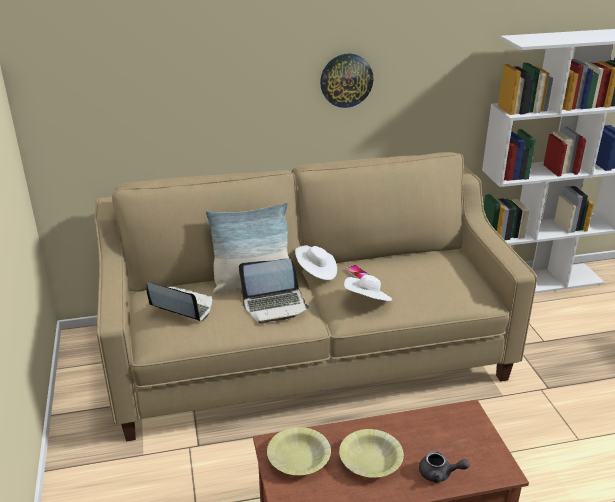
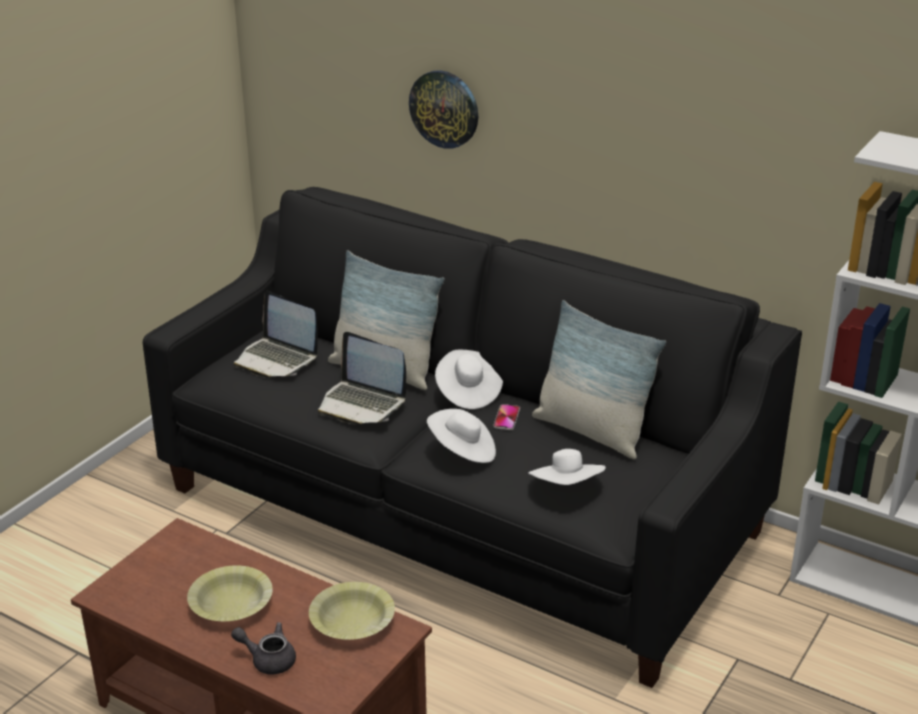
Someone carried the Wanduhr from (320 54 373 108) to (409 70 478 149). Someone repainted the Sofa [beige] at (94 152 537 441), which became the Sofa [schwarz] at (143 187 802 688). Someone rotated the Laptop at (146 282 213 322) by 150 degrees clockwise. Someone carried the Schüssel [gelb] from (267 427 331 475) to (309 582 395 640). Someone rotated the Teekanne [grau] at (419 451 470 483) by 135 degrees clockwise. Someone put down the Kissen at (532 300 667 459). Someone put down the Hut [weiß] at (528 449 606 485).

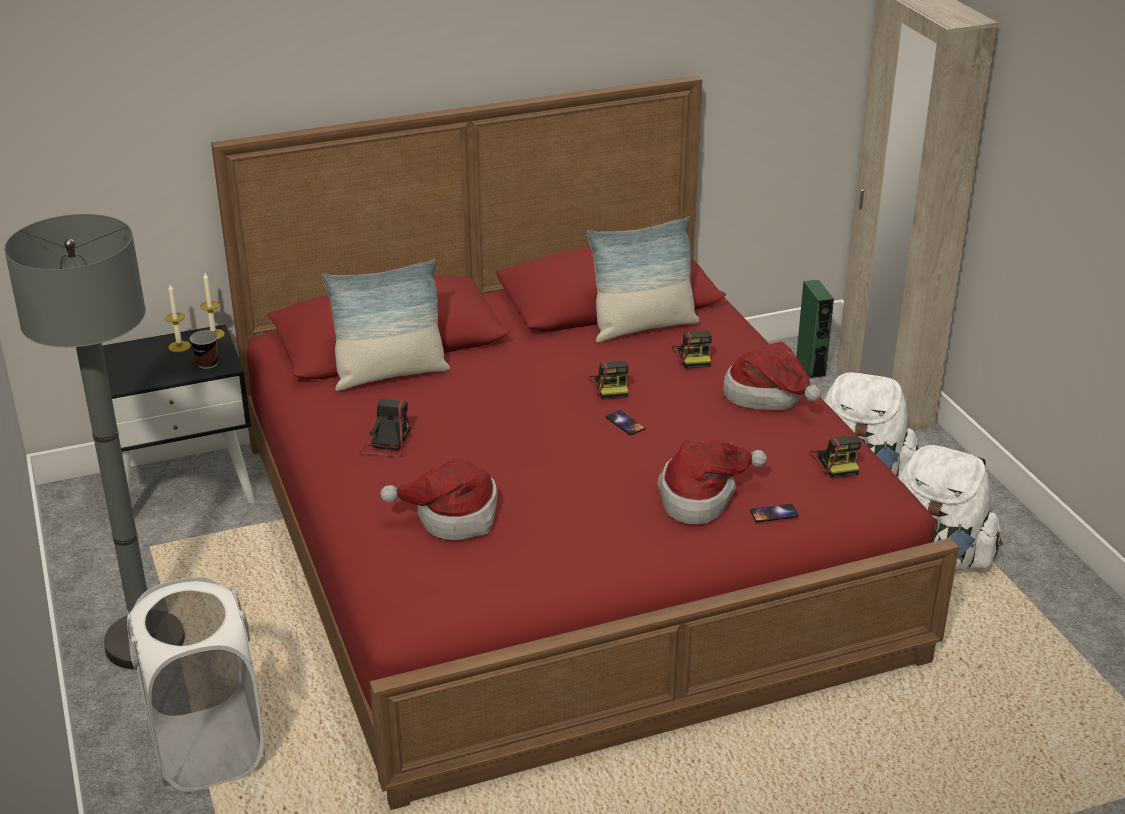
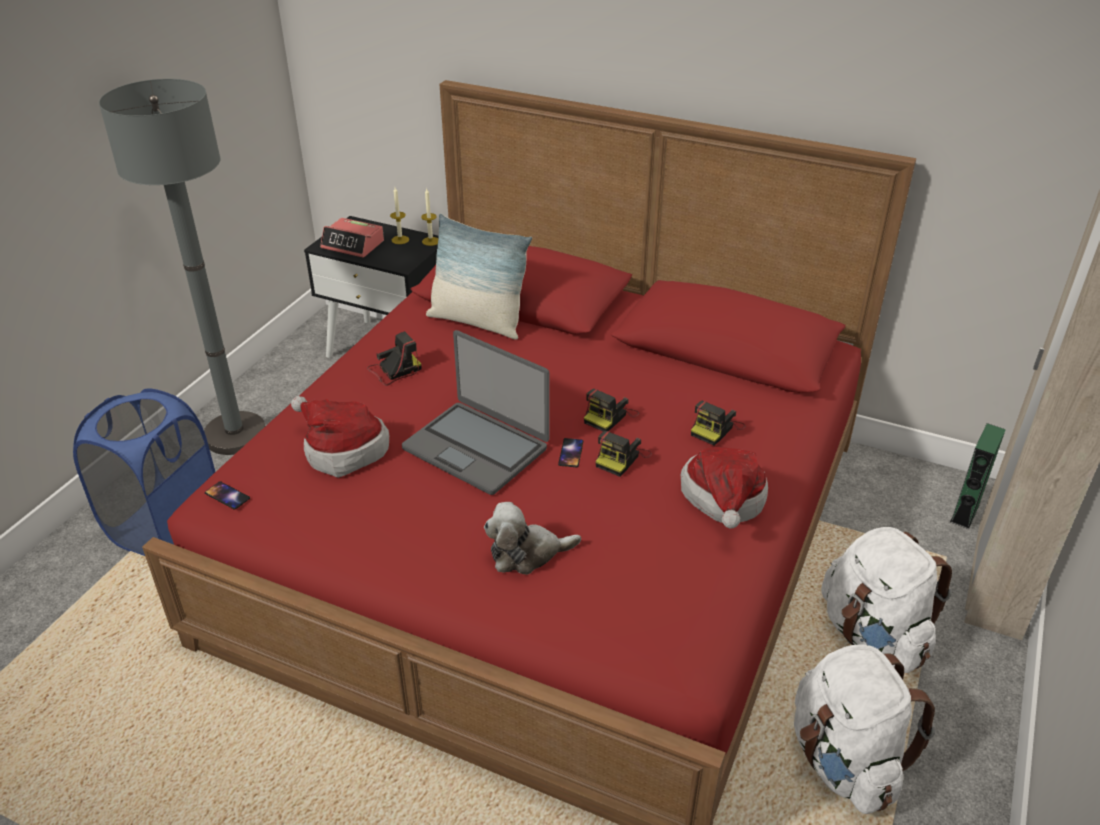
Someone took away the Kissen at (587 216 700 343). Someone took away the Tasse at (190 330 218 369). Someone carried the Kamera from (809 435 861 478) to (595 431 652 477). Someone swapped the Hut at (657 440 767 525) for the Plüschtier at (484 502 581 575). Someone carried the Handy from (750 504 799 522) to (205 481 250 510). Someone repainted the Wäschekorb [weiß] at (127 577 265 792), which became the Wäschekorb [blau] at (73 388 215 556). Someone put down the Wecker at (320 218 384 258). Someone put down the Laptop at (402 330 549 495).

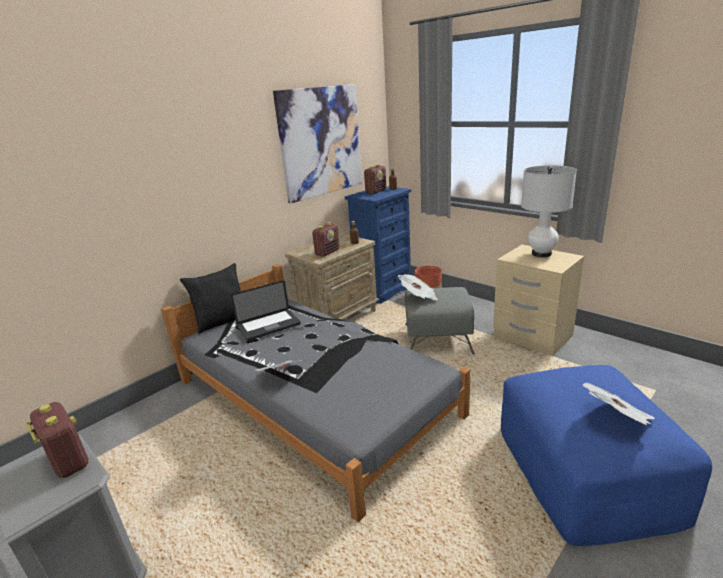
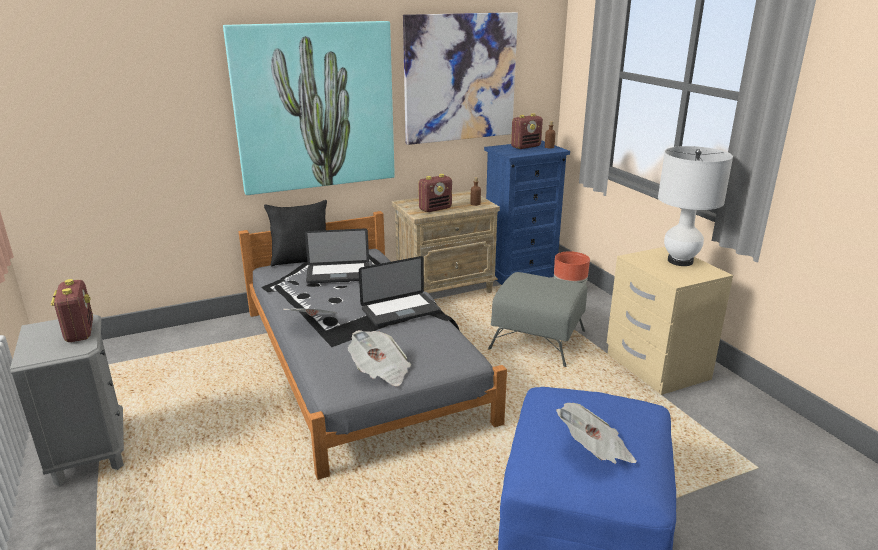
Someone carried the Zeitung from (398 274 438 301) to (348 330 411 386). Someone put up the Bild at (223 21 395 195). Someone put down the Laptop at (359 256 441 327).

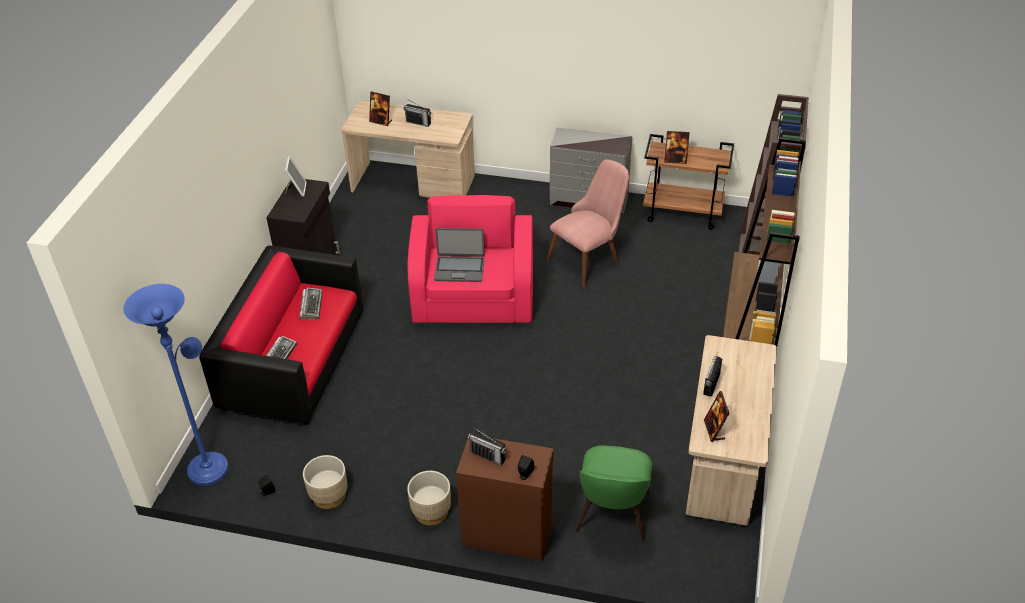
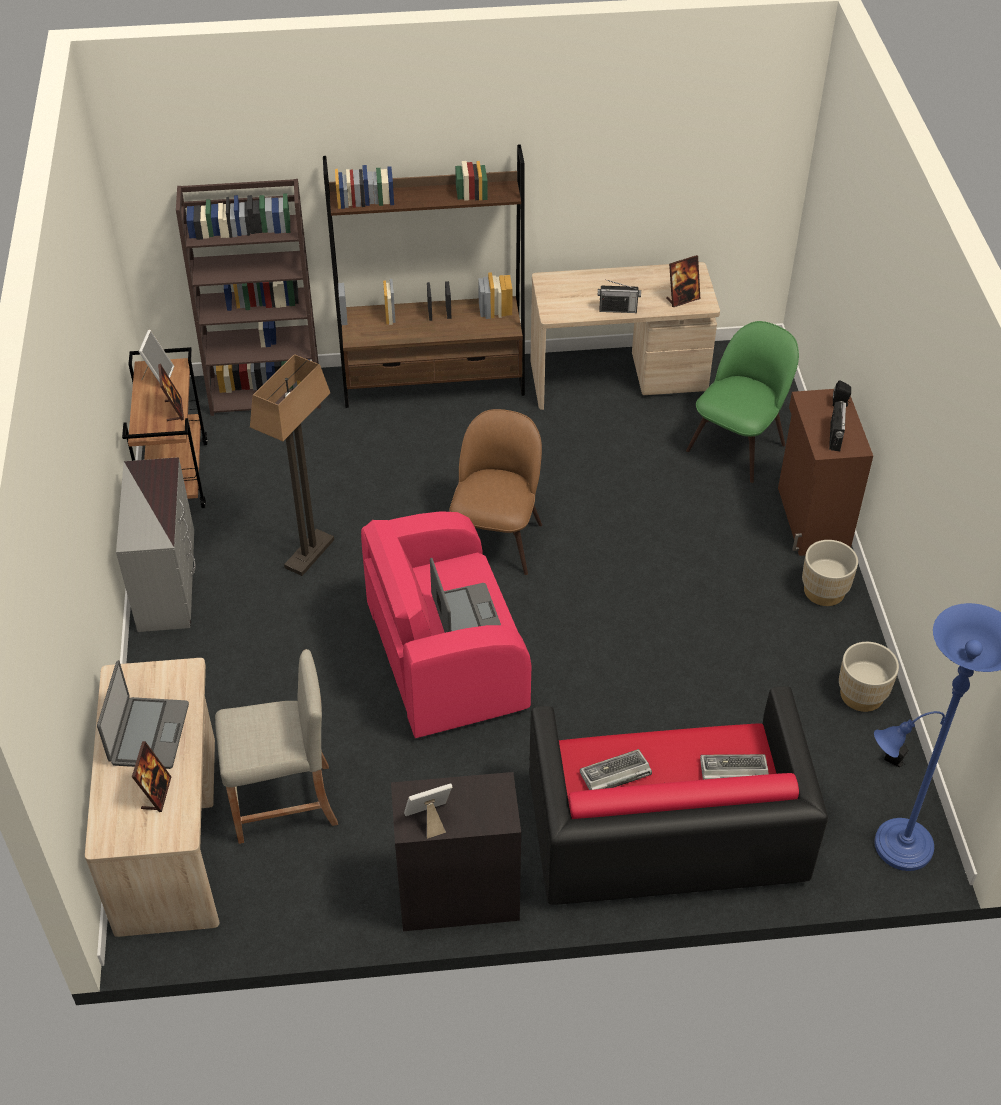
Someone swapped the Radio at (403 99 431 127) for the Laptop at (97 660 189 769). Someone swapped the Stuhl [rosa] at (546 159 630 287) for the Stehlampe at (250 354 334 576). Someone rotated the Stuhl [grün] at (575 445 652 541) by 45 degrees counterclockwise. Someone put down the Bilderrahmen at (139 330 174 383). Someone put down the Stuhl [braun] at (449 409 542 575). Someone put down the Hocker [beige] at (215 649 338 844).

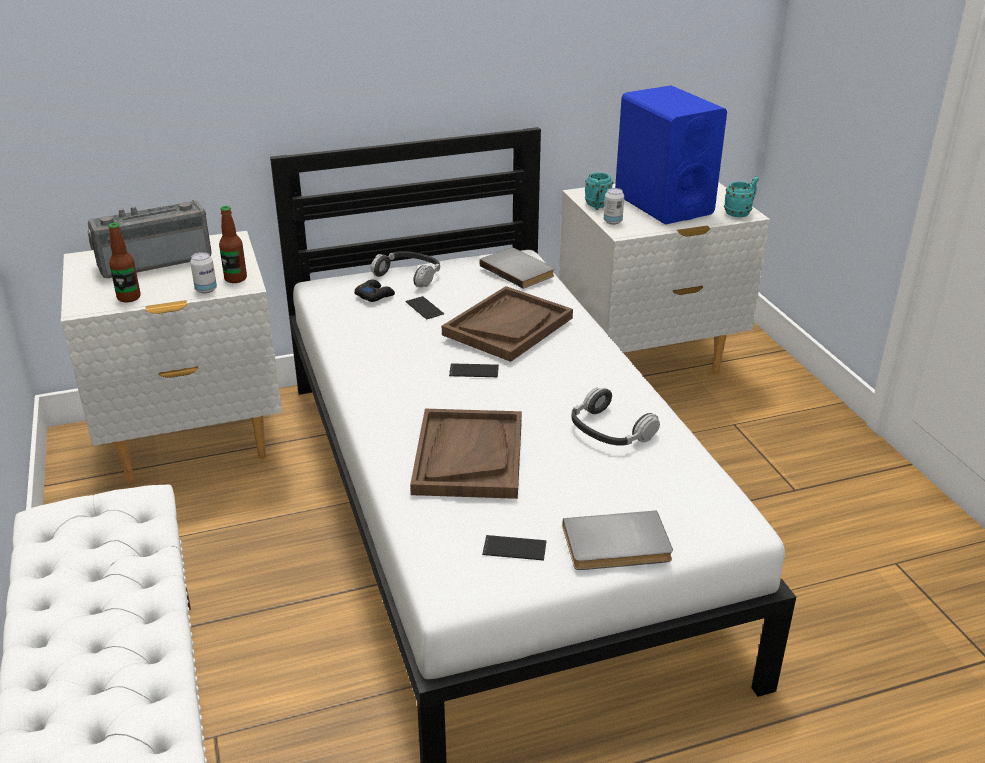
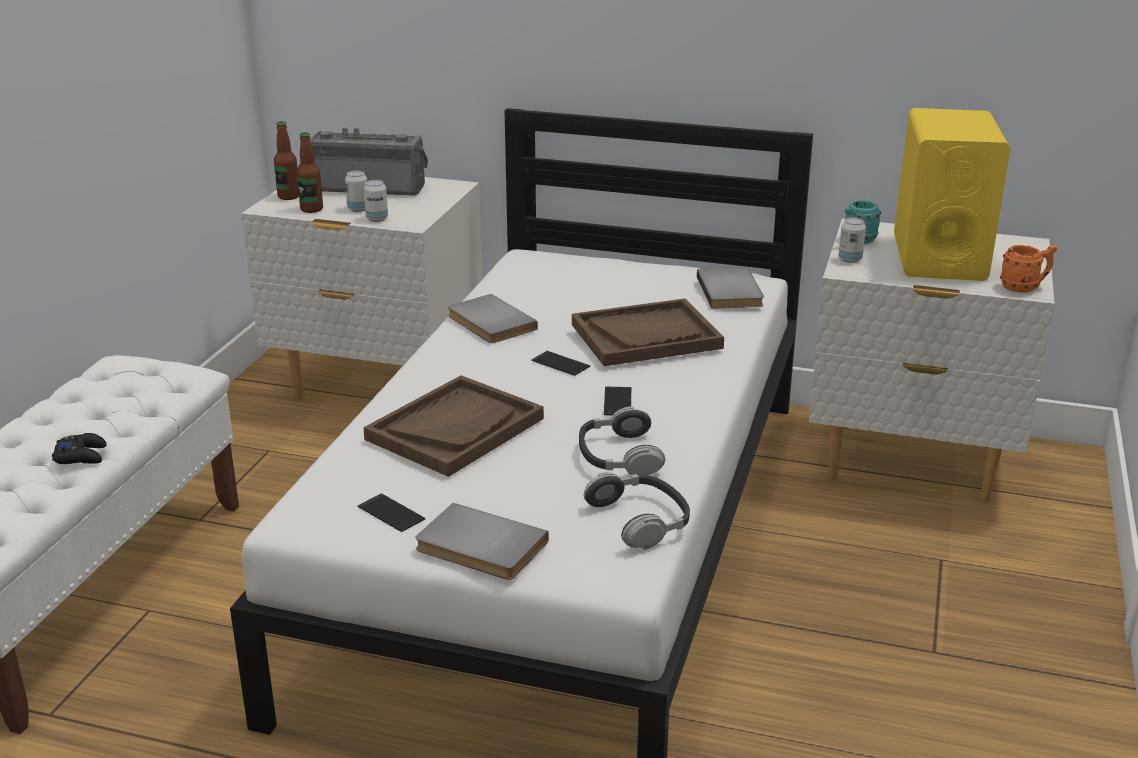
Someone repainted the Lautsprecher [blau] at (615 85 727 224), which became the Lautsprecher [gelb] at (894 108 1010 281). Someone repainted the Henkelbecher [türkis] at (724 177 759 217), which became the Henkelbecher [orange] at (1000 245 1057 293). Someone carried the Flasche from (219 206 247 283) to (274 121 299 200). Someone carried the Kopfhörer from (371 251 440 287) to (583 472 690 550). Someone carried the Gamepad [schwarz] from (354 280 395 302) to (52 433 107 464). Someone carried the Handy from (405 296 444 320) to (604 387 631 416). Someone put down the Dose at (345 171 367 212). Someone put down the Buch [grau] at (448 294 538 343).

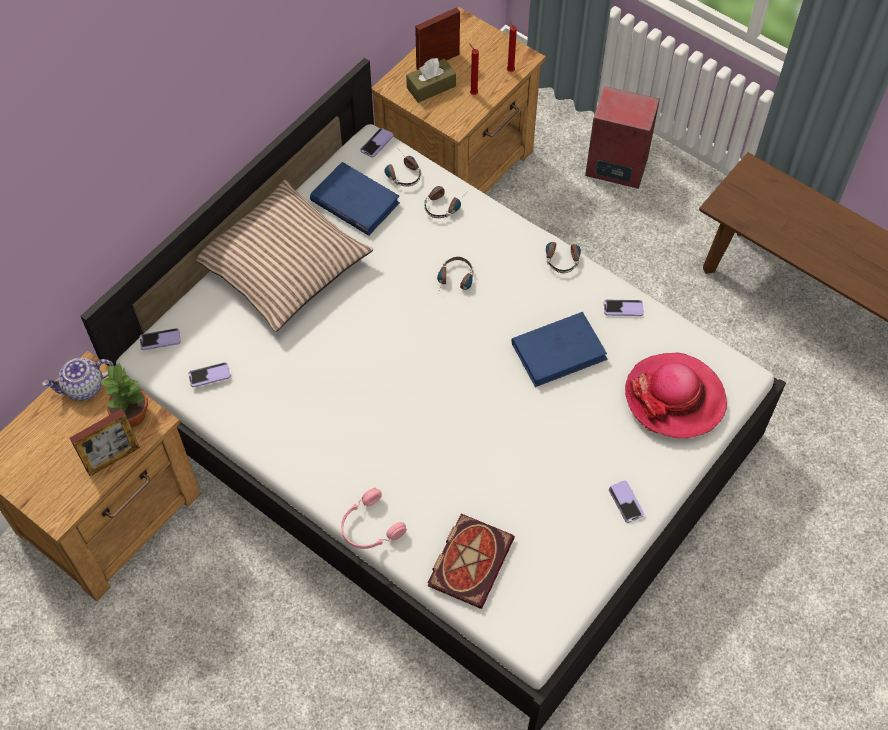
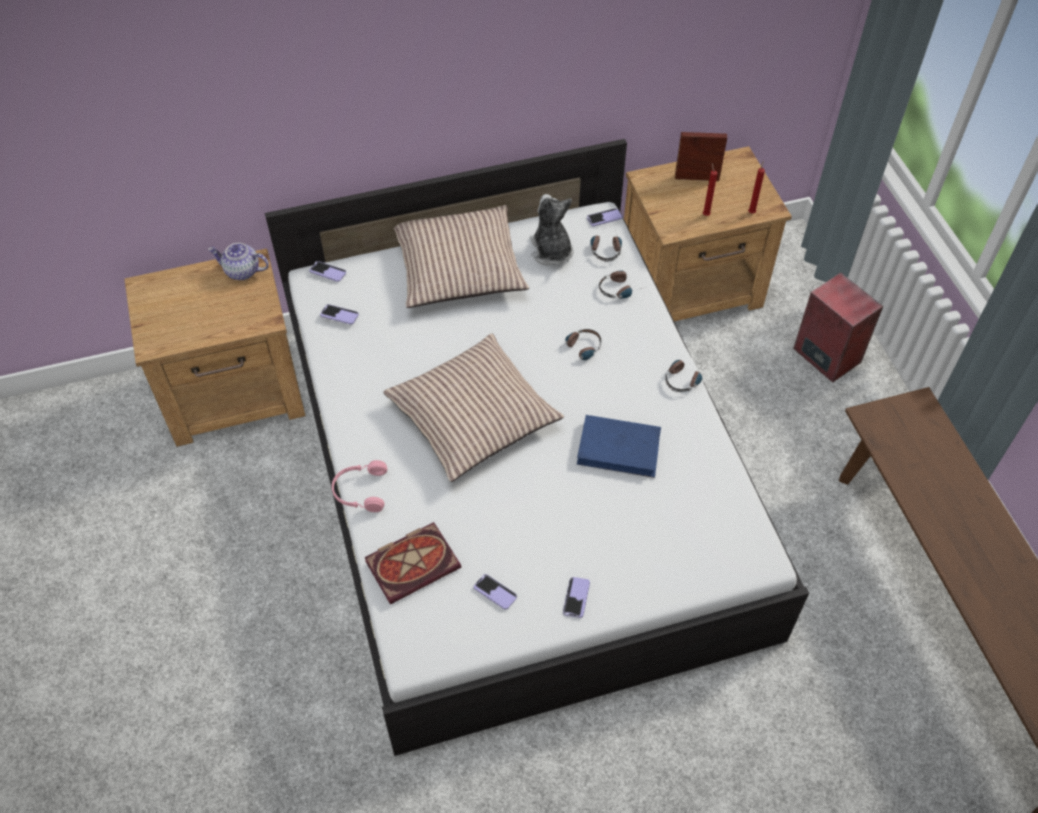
Someone took away the Taschentuchbox [braun] at (406 58 456 103). Someone swapped the Buch [blau] at (310 162 400 236) for the Plüschtier at (530 194 573 266). Someone carried the Handy from (604 300 644 316) to (474 574 517 610). Someone took away the Hut at (625 352 727 438). Someone took away the Topfpflanze at (99 362 148 427). Someone took away the Bilderrahmen at (70 409 140 476). Someone put down the Kissen at (383 333 564 482).

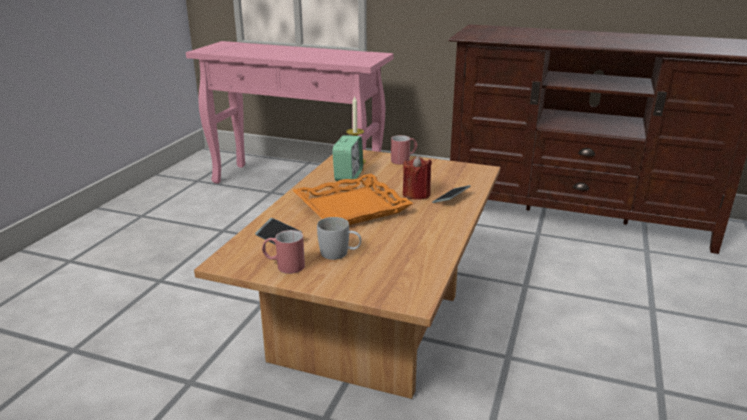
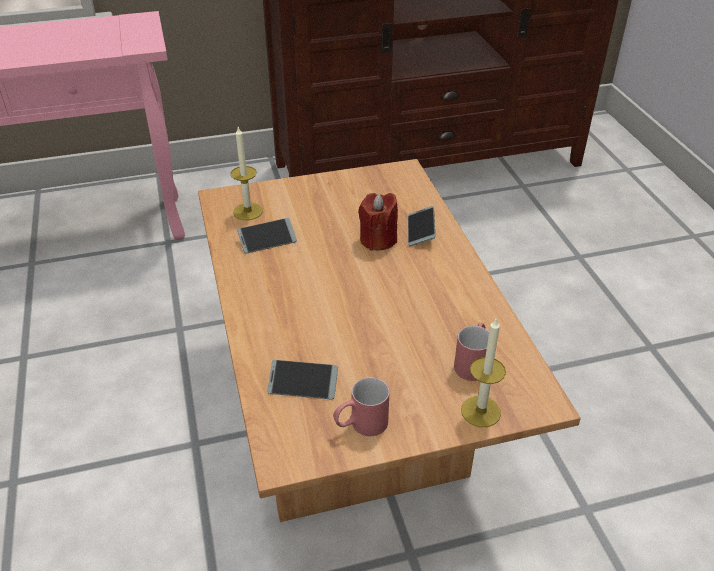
Someone swapped the Wecker at (332 135 363 181) for the Handy at (237 218 297 254). Someone carried the Henkelbecher [rot] from (391 135 417 165) to (454 323 489 381). Someone took away the Tablett [orange] at (293 174 413 225). Someone took away the Henkelbecher [weiß] at (317 217 361 260). Someone put down the Kerze at (461 317 506 427).

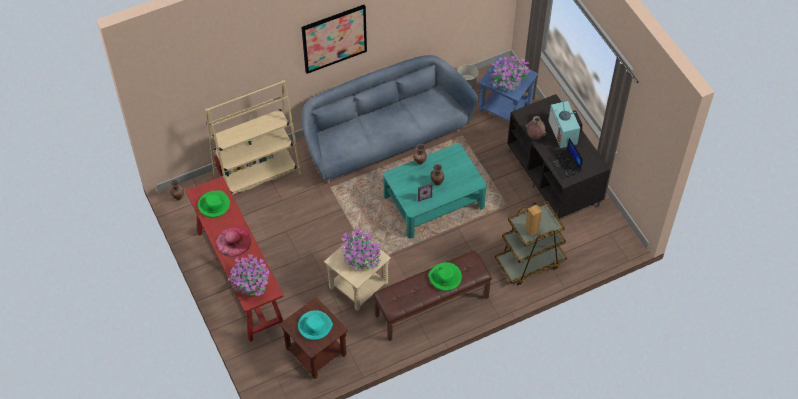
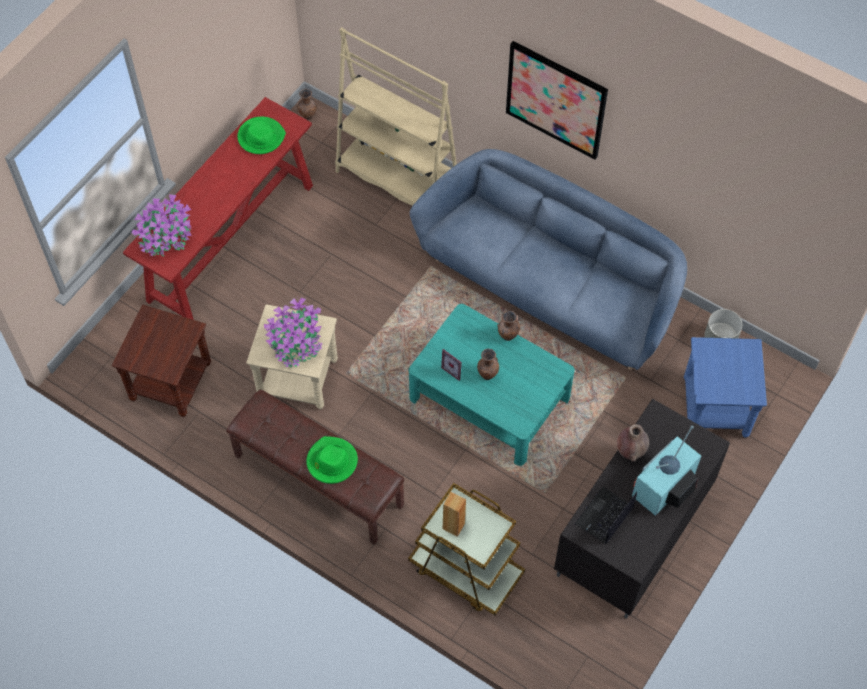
Someone took away the Topfpflanze at (490 56 530 91). Someone took away the Hut [rosa] at (216 227 251 257). Someone took away the Hut [türkis] at (298 310 333 340).

